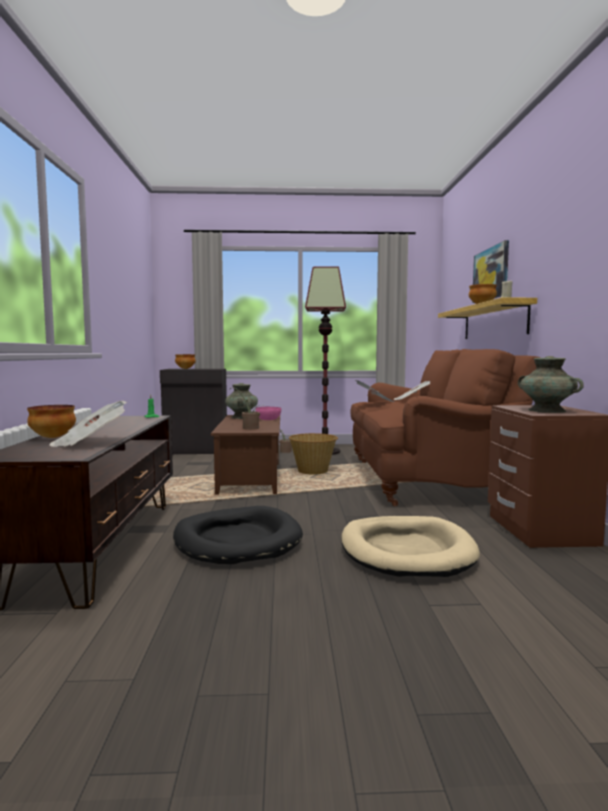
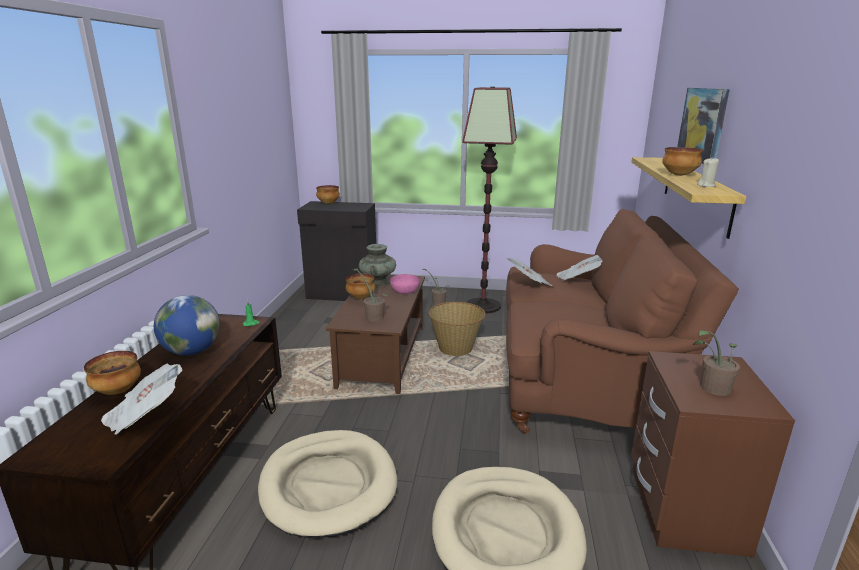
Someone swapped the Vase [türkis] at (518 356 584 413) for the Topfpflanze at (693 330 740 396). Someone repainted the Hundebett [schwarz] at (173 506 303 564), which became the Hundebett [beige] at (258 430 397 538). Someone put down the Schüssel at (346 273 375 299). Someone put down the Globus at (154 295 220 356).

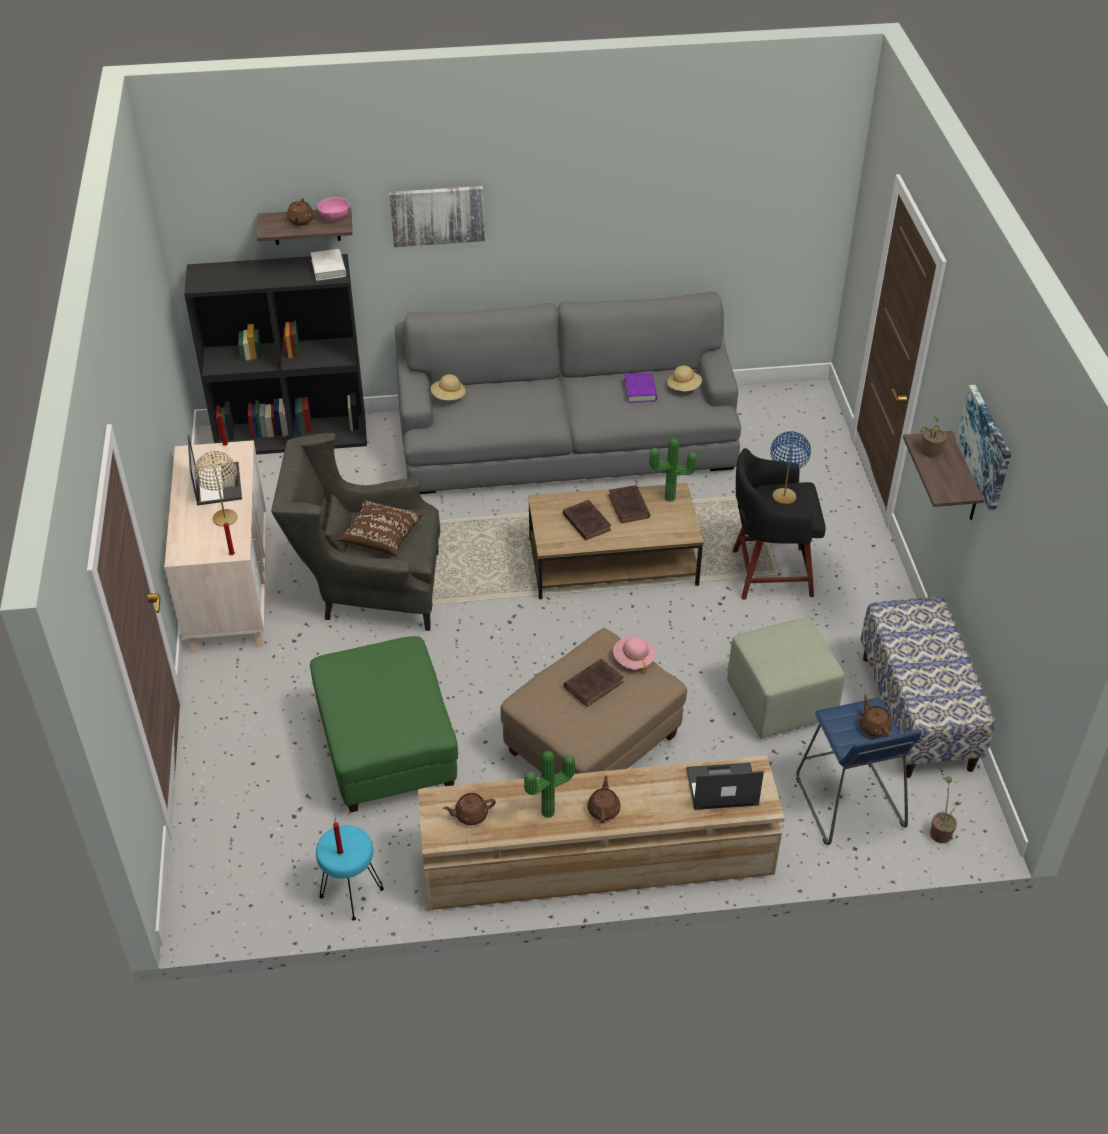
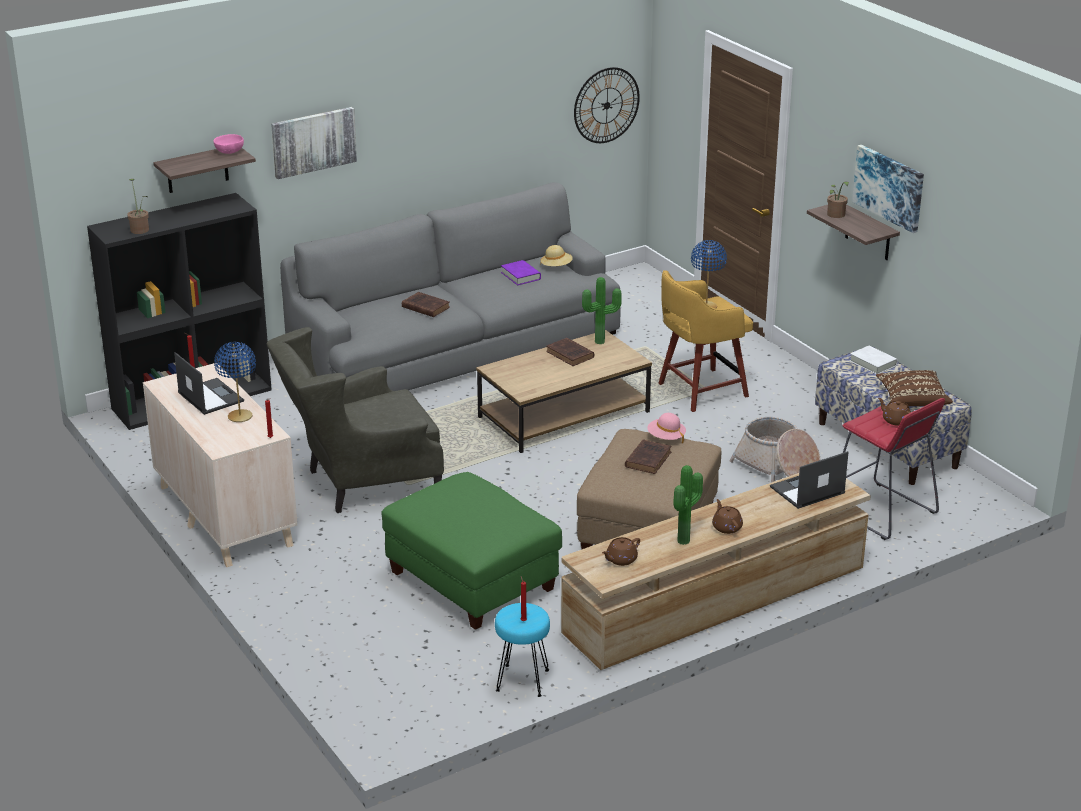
Someone took away the Teekanne [braun] at (287 198 314 226). Someone carried the Buch [weiß] from (311 249 346 281) to (850 345 898 374). Someone took away the Hut [beige] at (431 374 466 400). Someone repainted the Hocker [schwarz] at (733 448 826 600), which became the Hocker [gelb] at (658 270 753 412). Someone repainted the Tischlampe [beige] at (194 451 237 526), which became the Tischlampe [blau] at (214 342 256 422). Someone carried the Kissen [braun] from (337 499 422 557) to (876 370 953 406). Someone carried the Buch [braun] from (563 500 611 540) to (402 292 450 317). Someone swapped the Polsterhocker [grün] at (727 617 845 739) for the Korb at (729 417 820 482). Someone repainted the Hocker [blau] at (796 698 922 845), which became the Hocker [rot] at (842 398 945 540). Someone carried the Topfpflanze from (930 776 961 843) to (127 179 149 234). Someone put up the Wanduhr at (574 67 640 143).

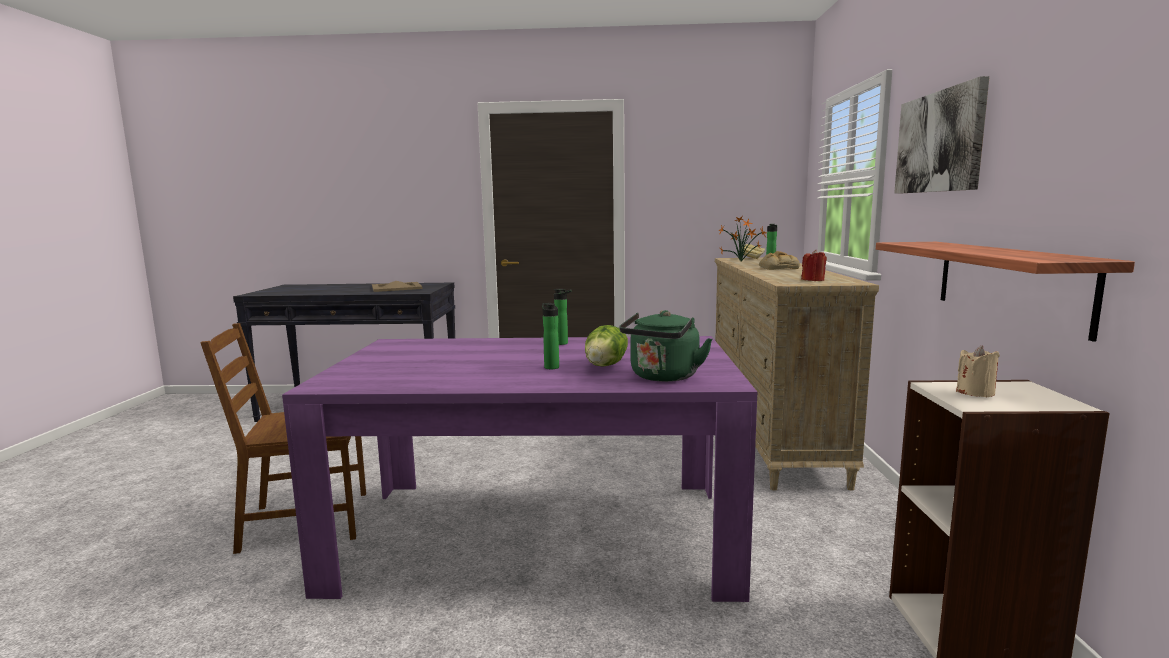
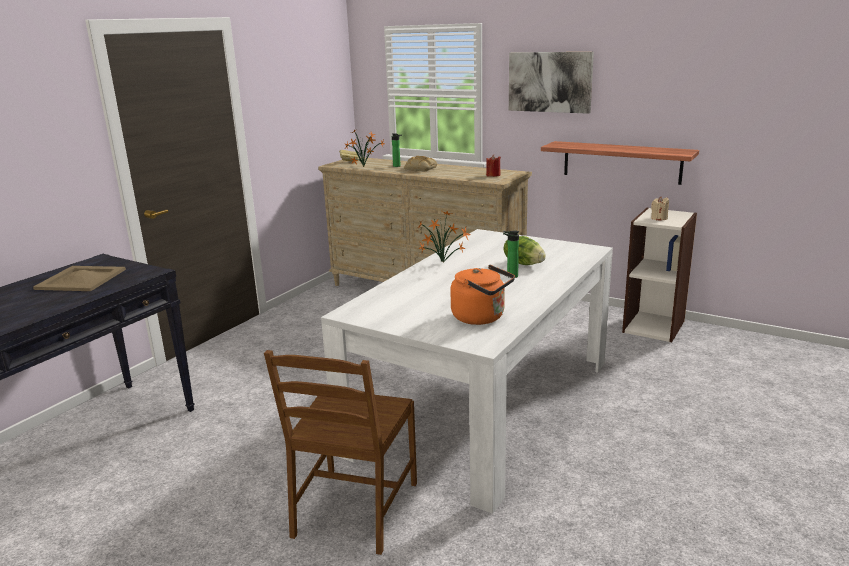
Someone swapped the Flasche at (553 289 572 345) for the Topfpflanze at (417 210 471 263). Someone took away the Wasserkessel [grün] at (620 310 712 382). Someone repainted the Esstisch [lila] at (282 336 757 602), which became the Esstisch [weiß] at (321 229 613 514). Someone put down the Wasserkessel [orange] at (450 265 515 325).

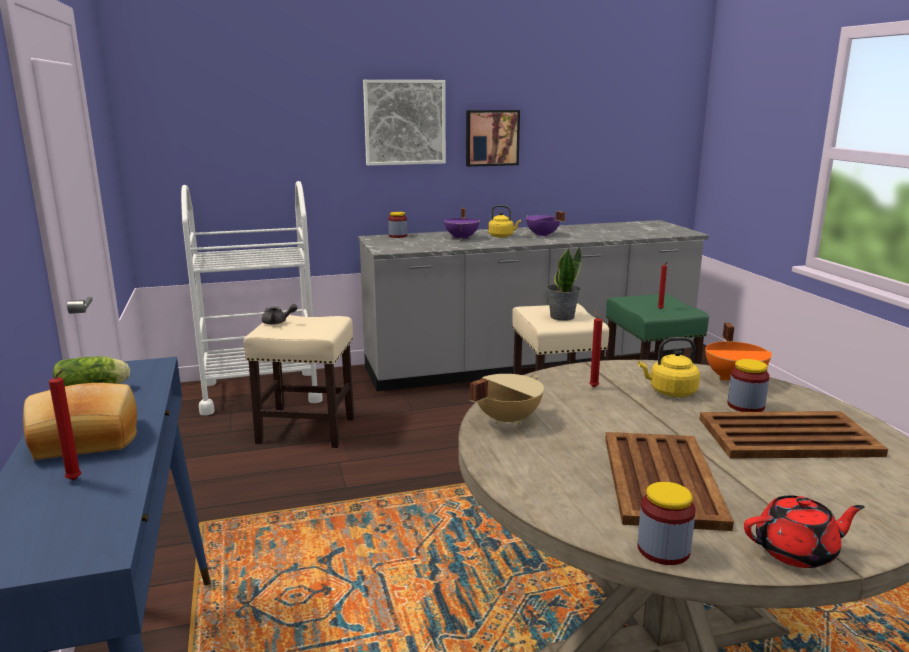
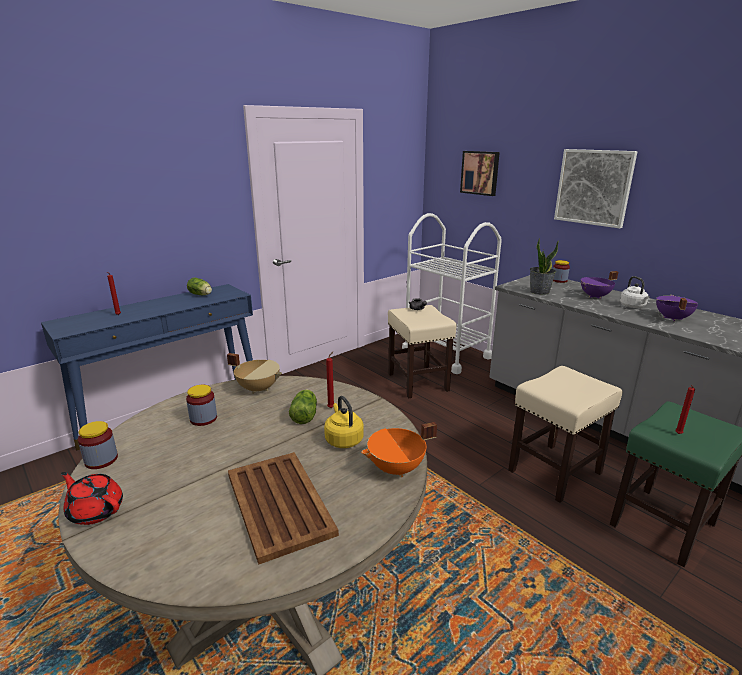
Someone carried the Bild from (466 110 520 167) to (460 151 500 196). Someone repainted the Wasserkessel [gelb] at (488 205 521 237), which became the Wasserkessel [weiß] at (620 276 650 308). Someone carried the Topfpflanze from (547 247 581 321) to (530 238 559 295). Someone carried the Vorratsglas from (727 359 770 412) to (186 385 217 426). Someone took away the Brot at (23 383 137 460). Someone took away the Tablett [braun] at (605 432 734 531). Someone rotated the Teekanne [rot] at (744 496 865 568) by 150 degrees clockwise. Someone put down the Salatkopf at (289 389 317 424).

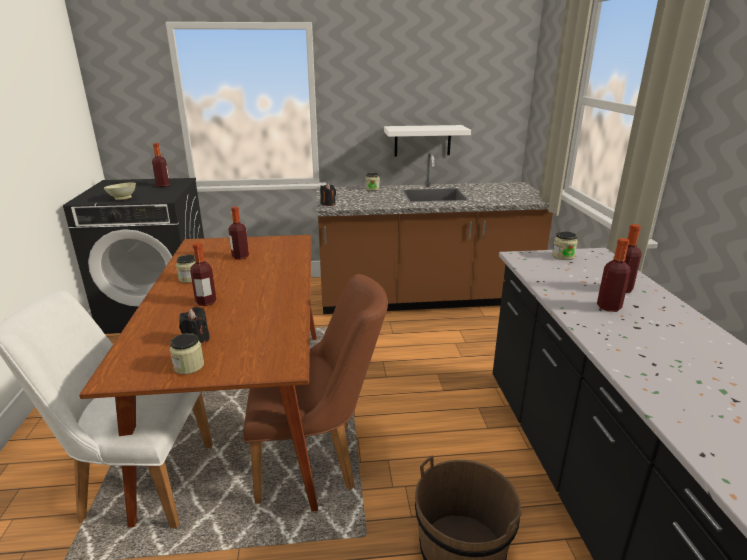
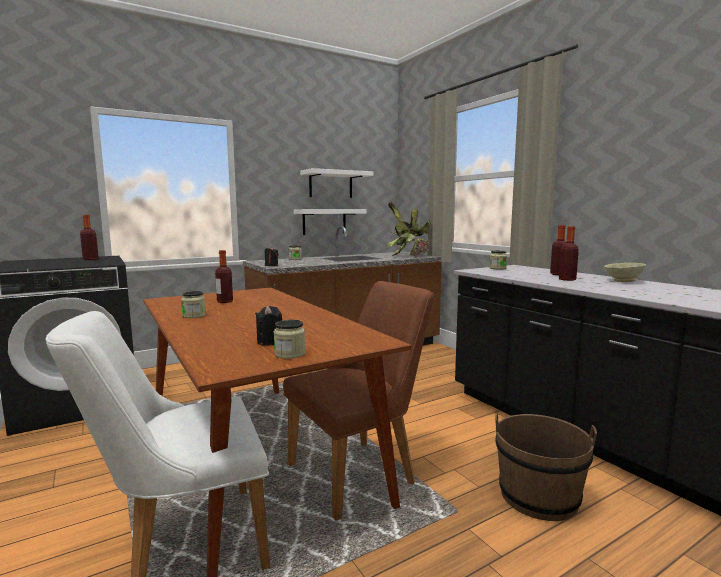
Someone carried the Schüssel [beige] from (104 183 136 200) to (604 263 646 282). Someone took away the Flasche at (190 243 216 306). Someone put up the Wandregal [weiß] at (300 168 373 198). Someone put down the Topfpflanze at (387 202 432 257).

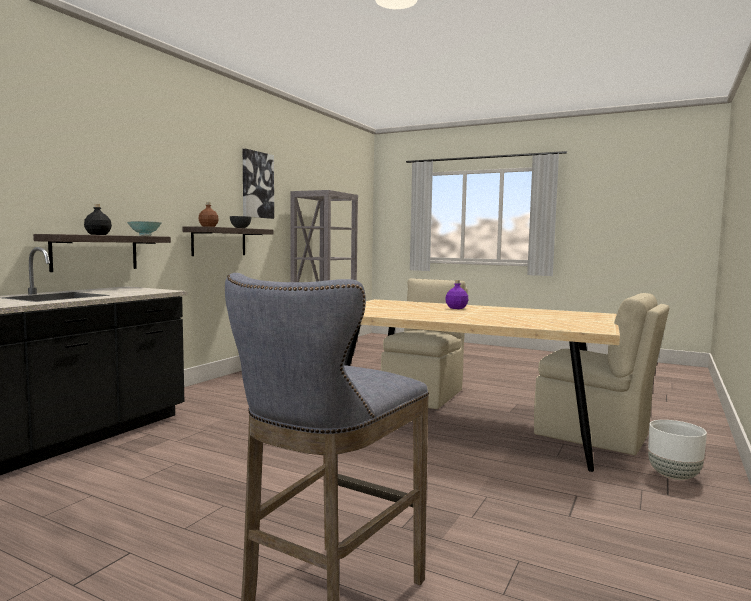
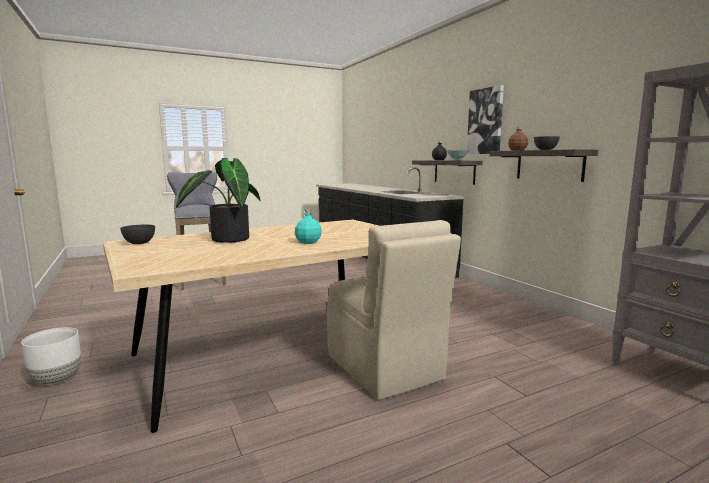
Someone carried the Bild from (243 149 274 219) to (467 85 504 154). Someone repainted the Flasche [lila] at (445 280 468 309), which became the Flasche [türkis] at (295 209 322 244). Someone took away the Stuhl [beige] at (534 293 669 455). Someone put down the Topfpflanze at (176 158 261 243). Someone put down the Schüssel [grau] at (120 224 155 244).

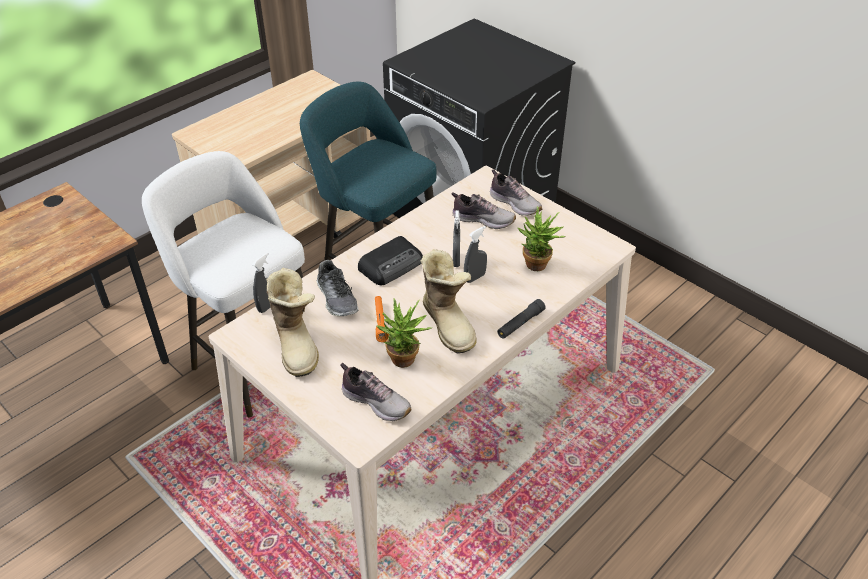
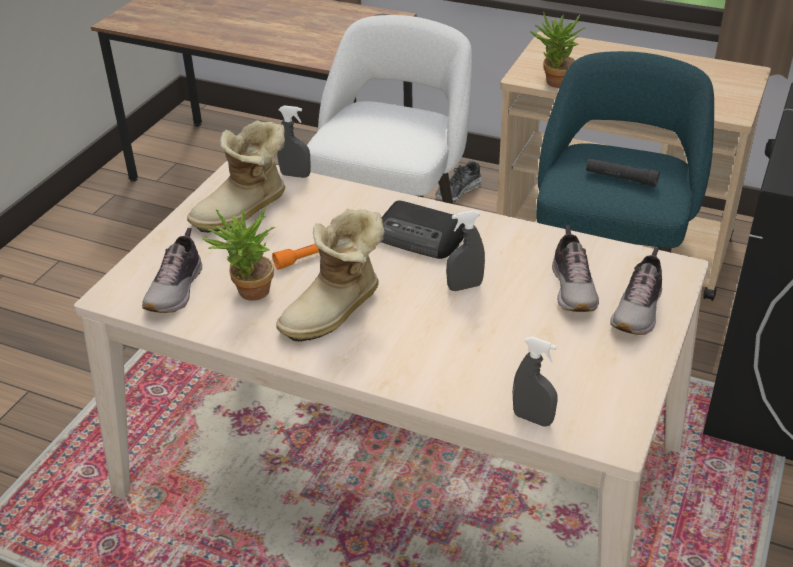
Someone carried the Topfpflanze from (518 206 566 271) to (530 11 586 88). Someone carried the Sprühflasche [grau] from (464 226 487 283) to (513 336 558 427). Someone carried the Schuh from (316 260 358 316) to (435 160 482 203). Someone carried the Taschenlampe [schwarz] from (497 299 546 339) to (586 158 660 187).

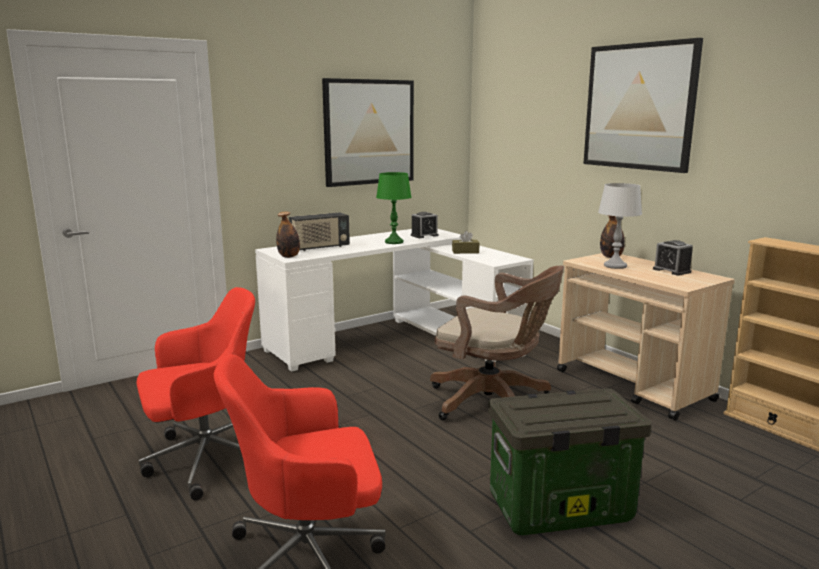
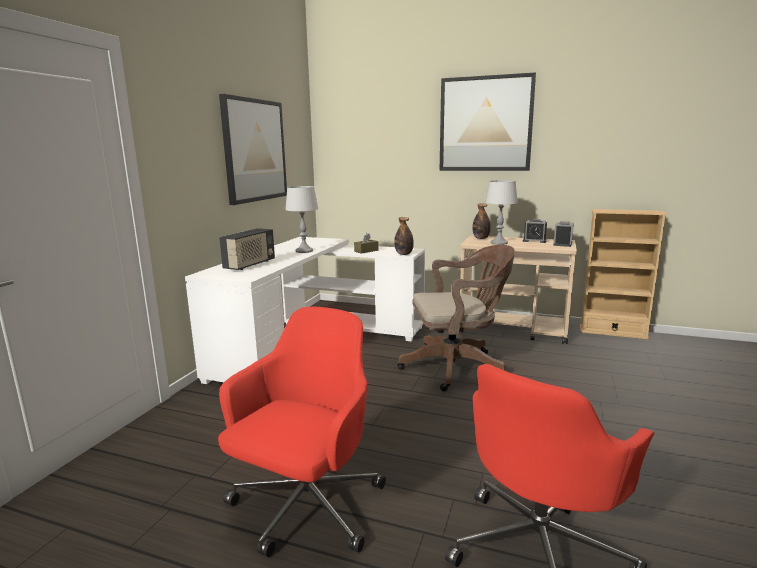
Someone repainted the Tischlampe [grün] at (376 172 412 244), which became the Tischlampe [grau] at (285 186 319 253). Someone carried the Flasche from (276 211 300 258) to (394 217 414 255). Someone carried the Wecker from (411 212 439 238) to (553 221 574 247). Someone took away the Aufbewahrungsbox at (488 388 652 536).

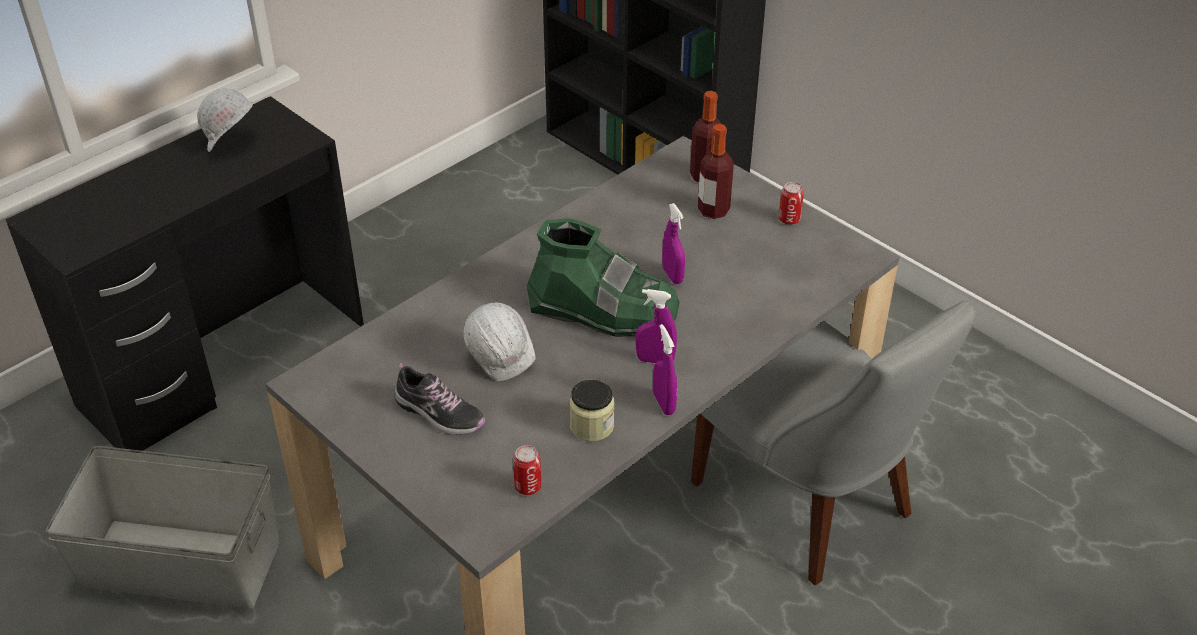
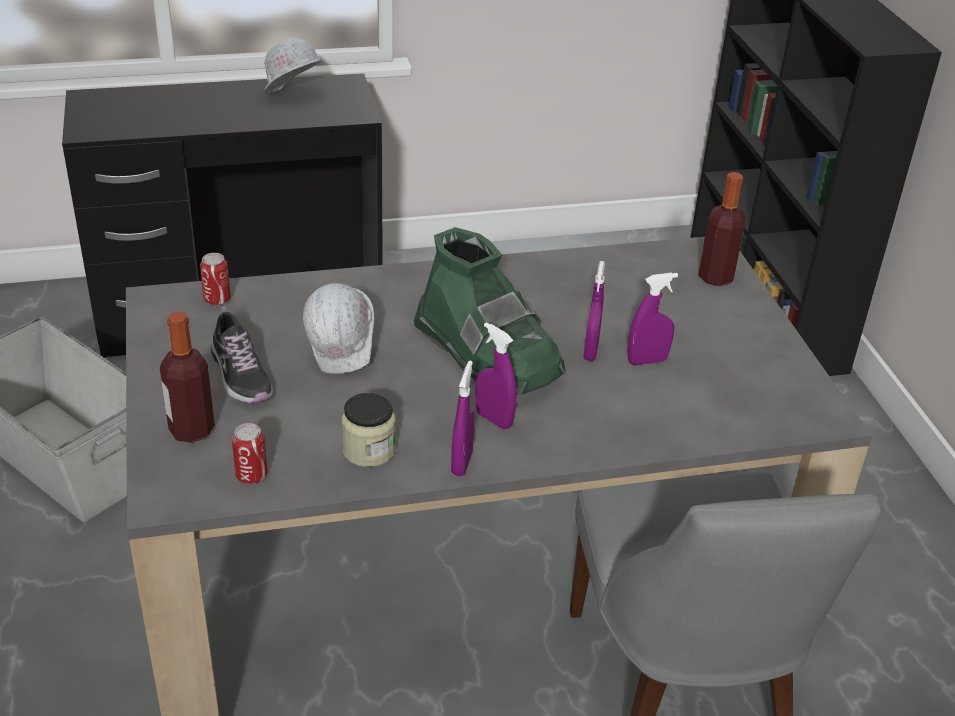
Someone carried the Flasche from (698 124 734 219) to (160 312 215 443). Someone carried the Dose from (779 182 804 225) to (200 253 231 305). Someone put down the Sprühflasche [lila] at (628 273 678 365).

